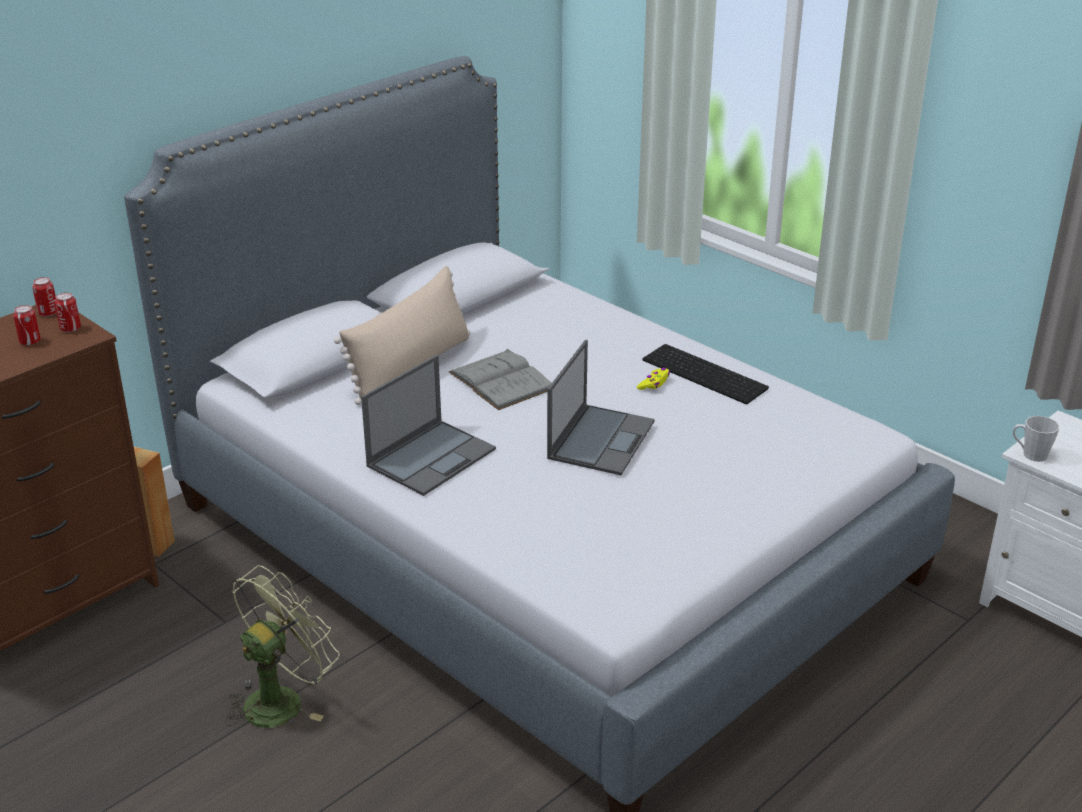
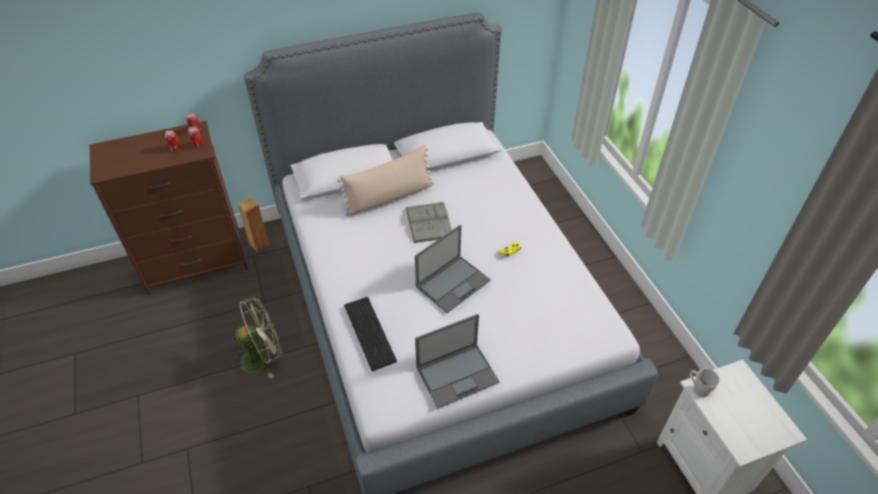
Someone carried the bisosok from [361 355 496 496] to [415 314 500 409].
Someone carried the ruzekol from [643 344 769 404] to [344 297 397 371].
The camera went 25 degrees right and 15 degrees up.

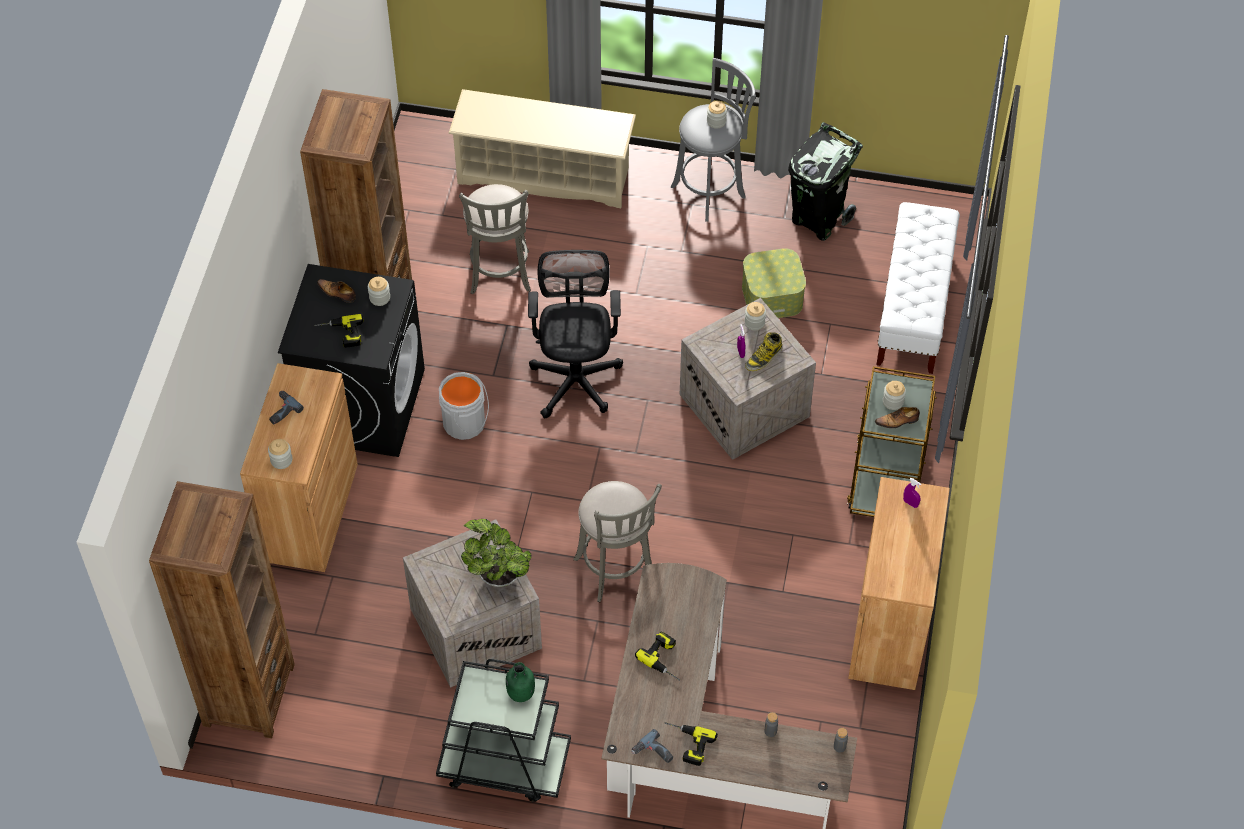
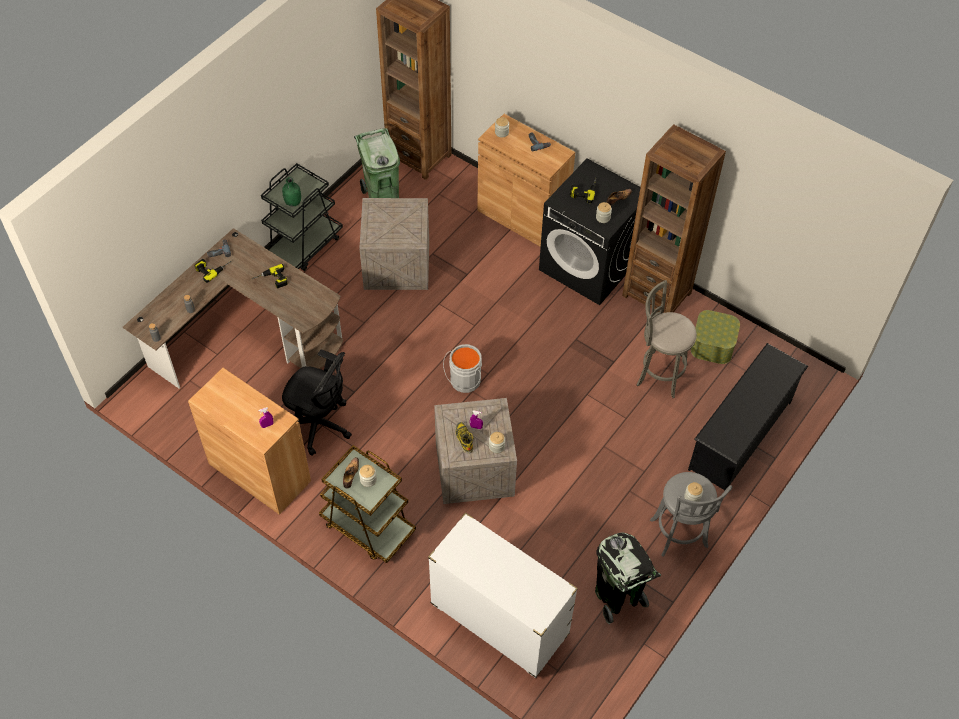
Someone took away the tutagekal at [461 519 532 587].
Someone took away the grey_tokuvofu at [573 481 662 602].
Someone put down the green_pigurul at [354 128 400 198].
Someone carried the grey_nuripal from [439 372 489 440] to [443 344 482 393].
Someone carried the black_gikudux from [528 250 623 418] to [282 349 352 456].
Someone carried the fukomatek from [742 248 806 318] to [691 310 740 364].
Someone swapped the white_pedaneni at [876 202 960 374] for the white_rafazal at [428 512 578 678].
Someone repainted the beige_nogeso at [448 89 636 208], which became the black_nogeso at [688 343 808 490].
The camera went 115 degrees right and 0 degrees up.

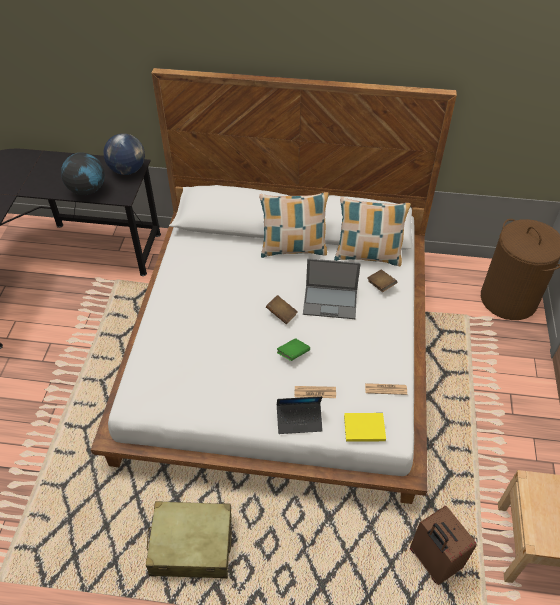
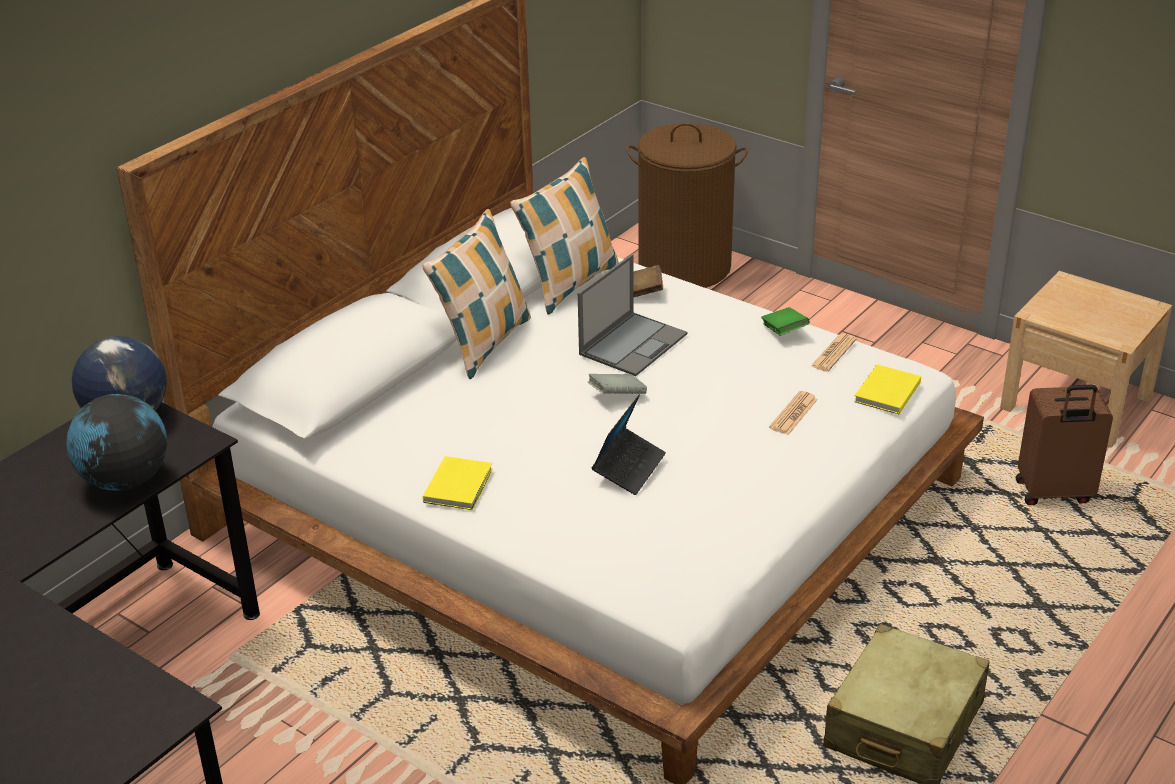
Someone put down the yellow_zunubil at [423 456 493 510].
Someone carried the green_zunubil from [277 338 310 361] to [761 307 810 336].
Someone carried the bisosok from [277 396 323 434] to [592 394 666 495].
Someone repainted the brown_zunubil at [266 295 298 324], which became the grey_zunubil at [588 374 647 394].
The camera went 60 degrees left and 15 degrees down.

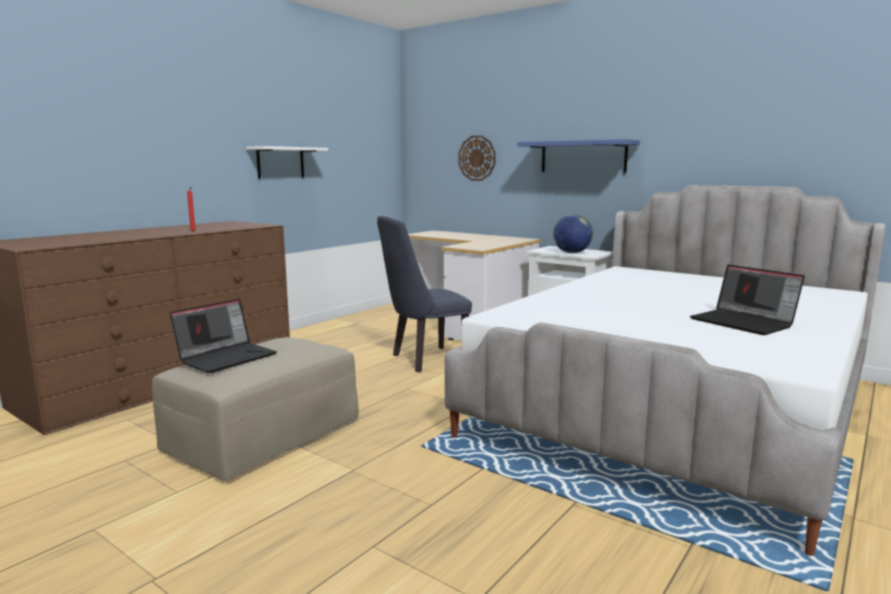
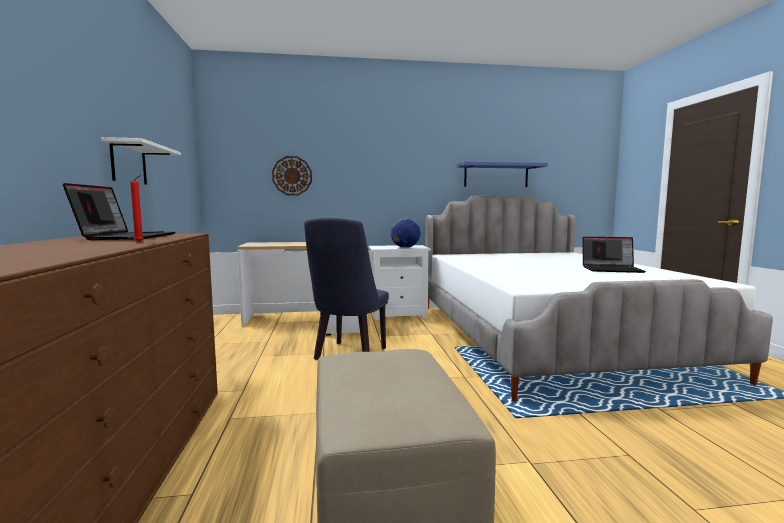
Someone carried the bisosok from [170 299 277 373] to [63 183 175 240].
Someone carried the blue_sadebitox from [517 139 640 173] to [457 161 548 187].
The camera went 45 degrees left and 5 degrees down.

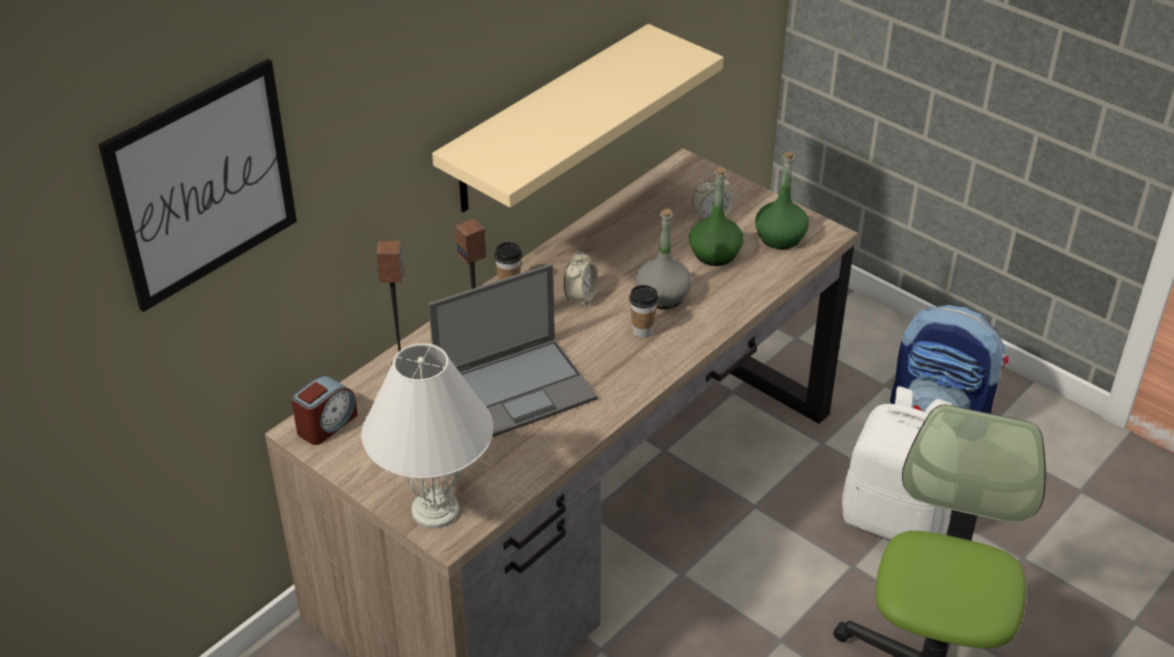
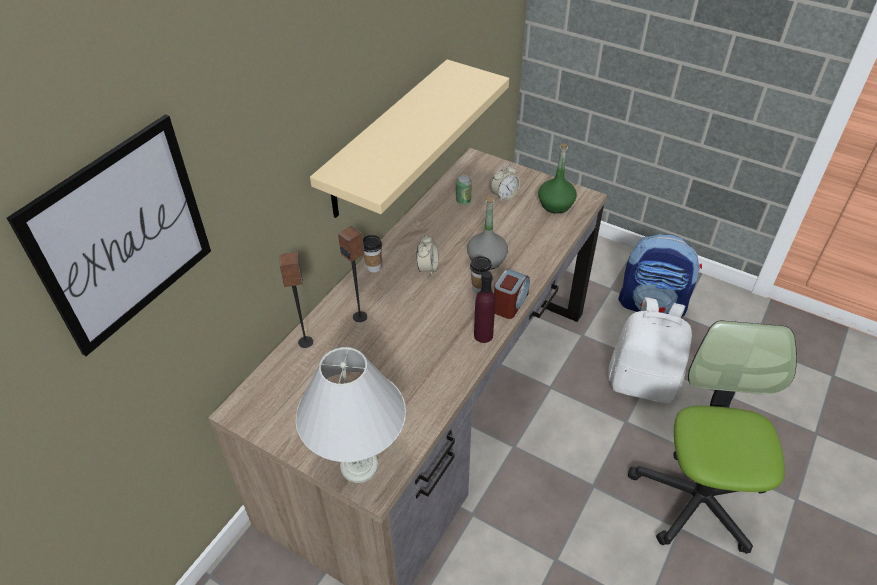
Someone took away the bisosok at [428 263 598 437].
Someone took away the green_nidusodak at [689 167 743 266].
Someone put down the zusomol at [456 175 472 205].
Someone put down the purple_nidusodak at [474 271 495 343].
Someone carried the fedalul from [291 375 358 445] to [494 269 530 319].
The camera went 10 degrees left and 5 degrees up.

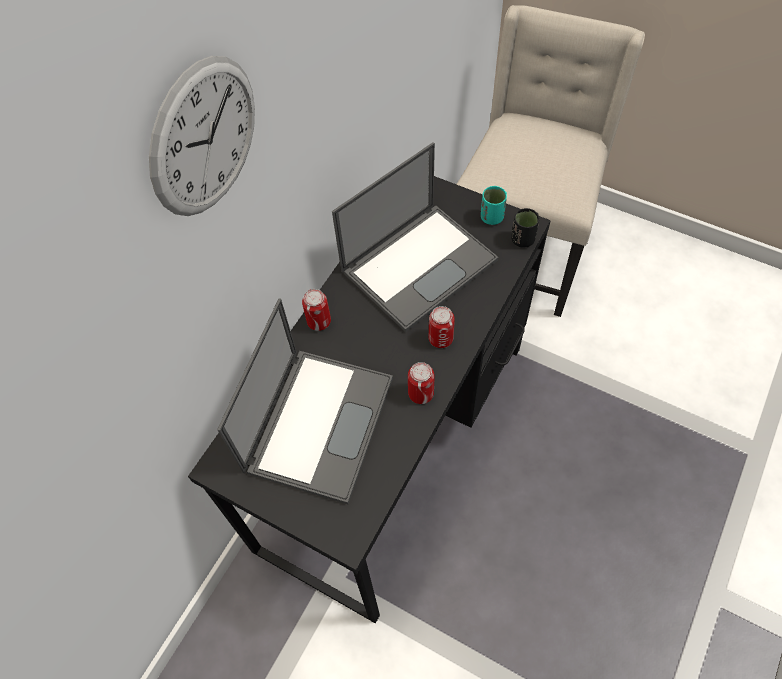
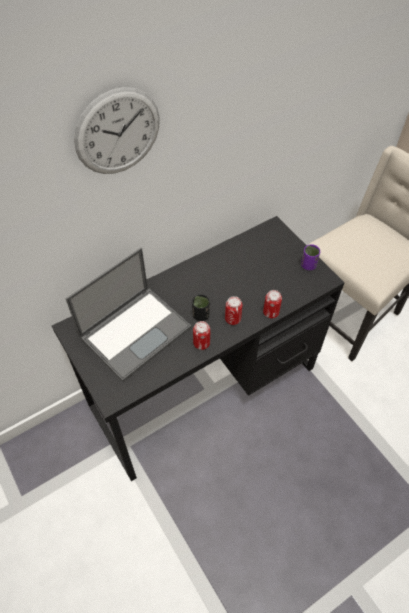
Someone took away the bisosok at [332 142 498 332].
Someone carried the zusomol from [302 289 331 331] to [263 290 282 318].
Someone carried the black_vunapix from [511 208 539 248] to [192 294 210 321].
Someone repainted the turquoise_vunapix at [481 186 507 225], which became the purple_vunapix at [301 244 320 270].
The camera went 25 degrees right and 5 degrees down.

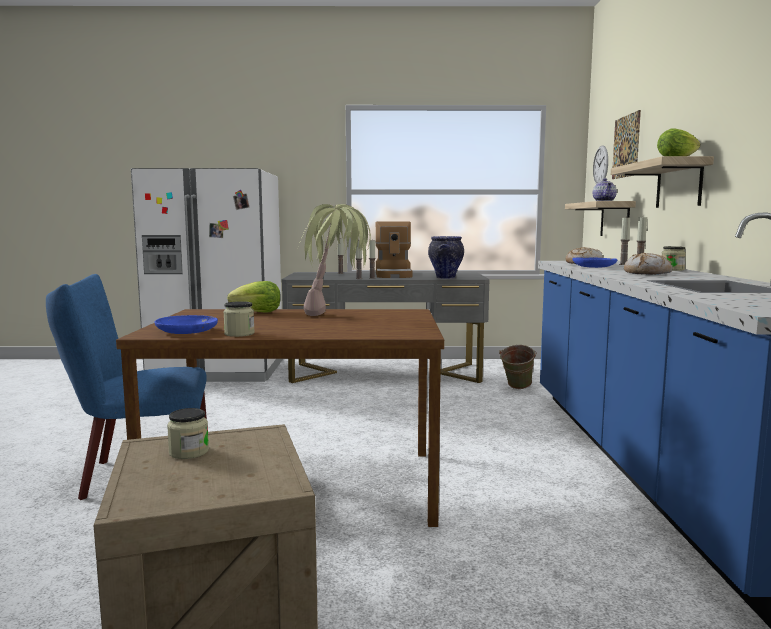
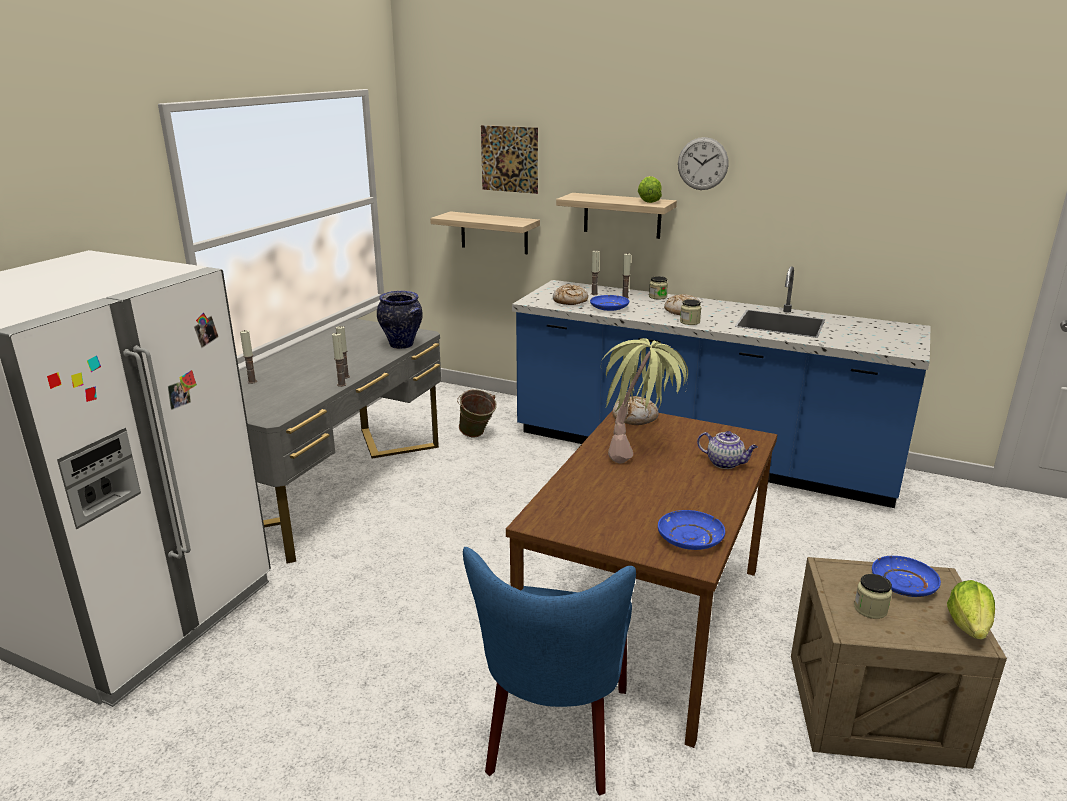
Someone took away the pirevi at [375 221 412 278].
Someone put down the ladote at [612 396 659 425].
Someone put down the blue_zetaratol at [872 556 941 597].
Someone carried the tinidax from [223 301 255 337] to [680 299 701 325].
Someone carried the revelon from [227 281 281 313] to [947 580 995 640].
Someone carried the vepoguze from [592 178 617 201] to [697 431 758 469].
Someone carried the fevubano from [593 145 608 184] to [678 137 729 190].
The camera went 65 degrees left and 15 degrees up.

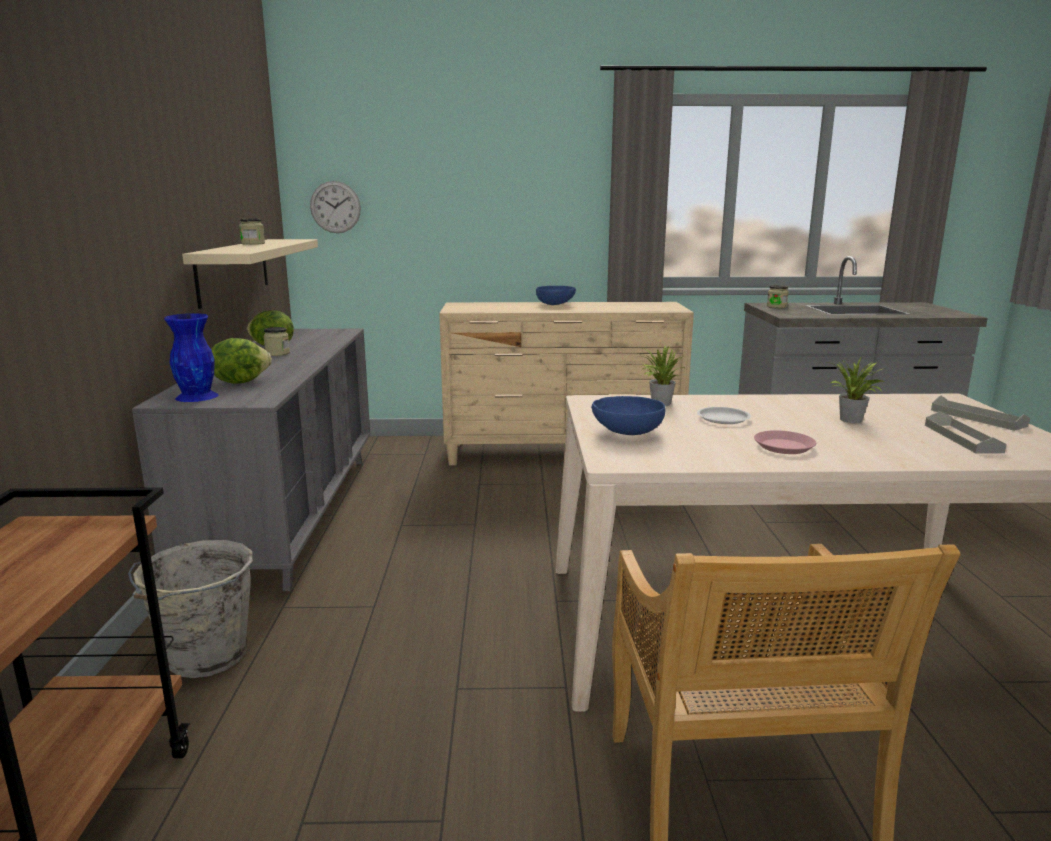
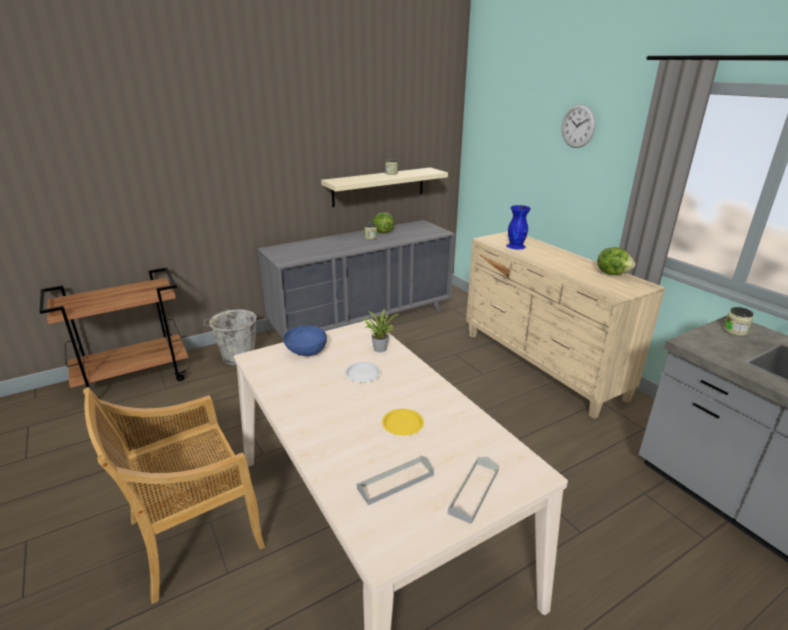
Someone took away the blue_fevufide at [536 286 576 305].
Someone took away the pink_zetaratol at [754 430 816 454].
Someone carried the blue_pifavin from [164 313 218 402] to [506 205 531 249].
Someone carried the revelon from [211 338 272 384] to [597 247 635 275].
Someone carried the fevubano from [310 181 361 233] to [562 104 596 148].
Someone swapped the tutagekal at [827 358 886 423] for the yellow_zetaratol at [382 409 424 436].
The camera went 60 degrees right and 10 degrees up.

